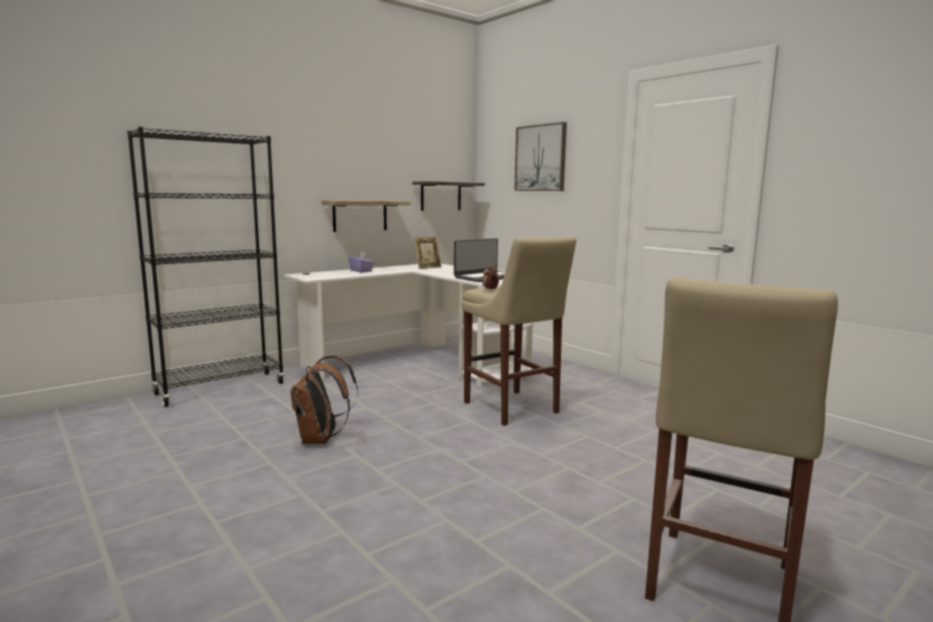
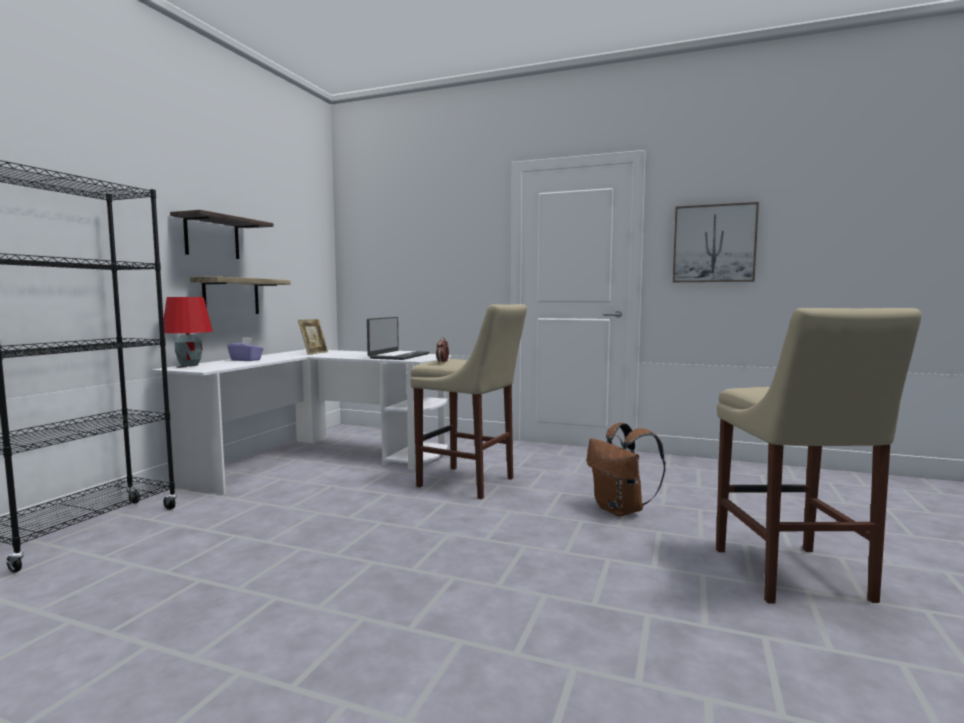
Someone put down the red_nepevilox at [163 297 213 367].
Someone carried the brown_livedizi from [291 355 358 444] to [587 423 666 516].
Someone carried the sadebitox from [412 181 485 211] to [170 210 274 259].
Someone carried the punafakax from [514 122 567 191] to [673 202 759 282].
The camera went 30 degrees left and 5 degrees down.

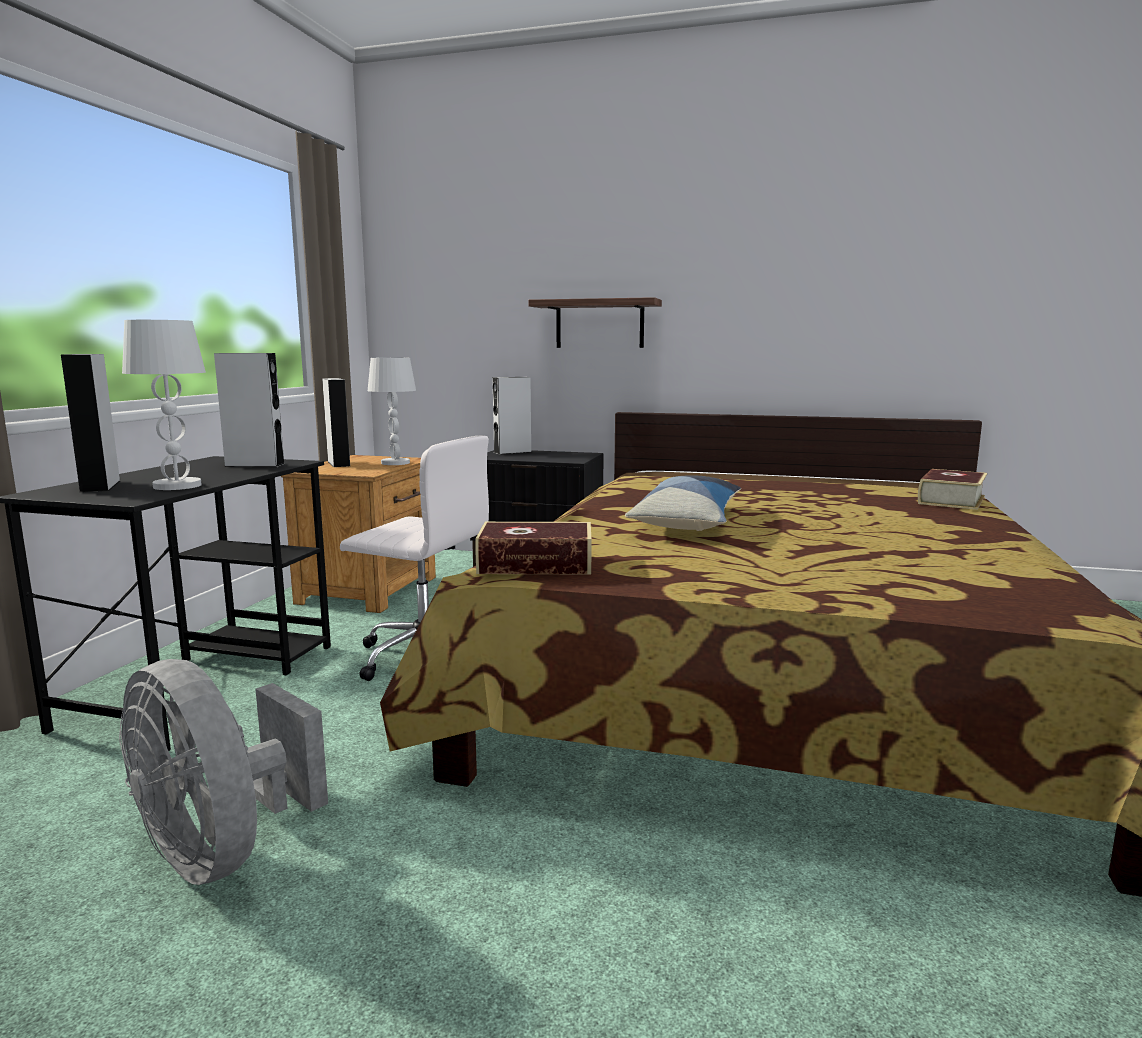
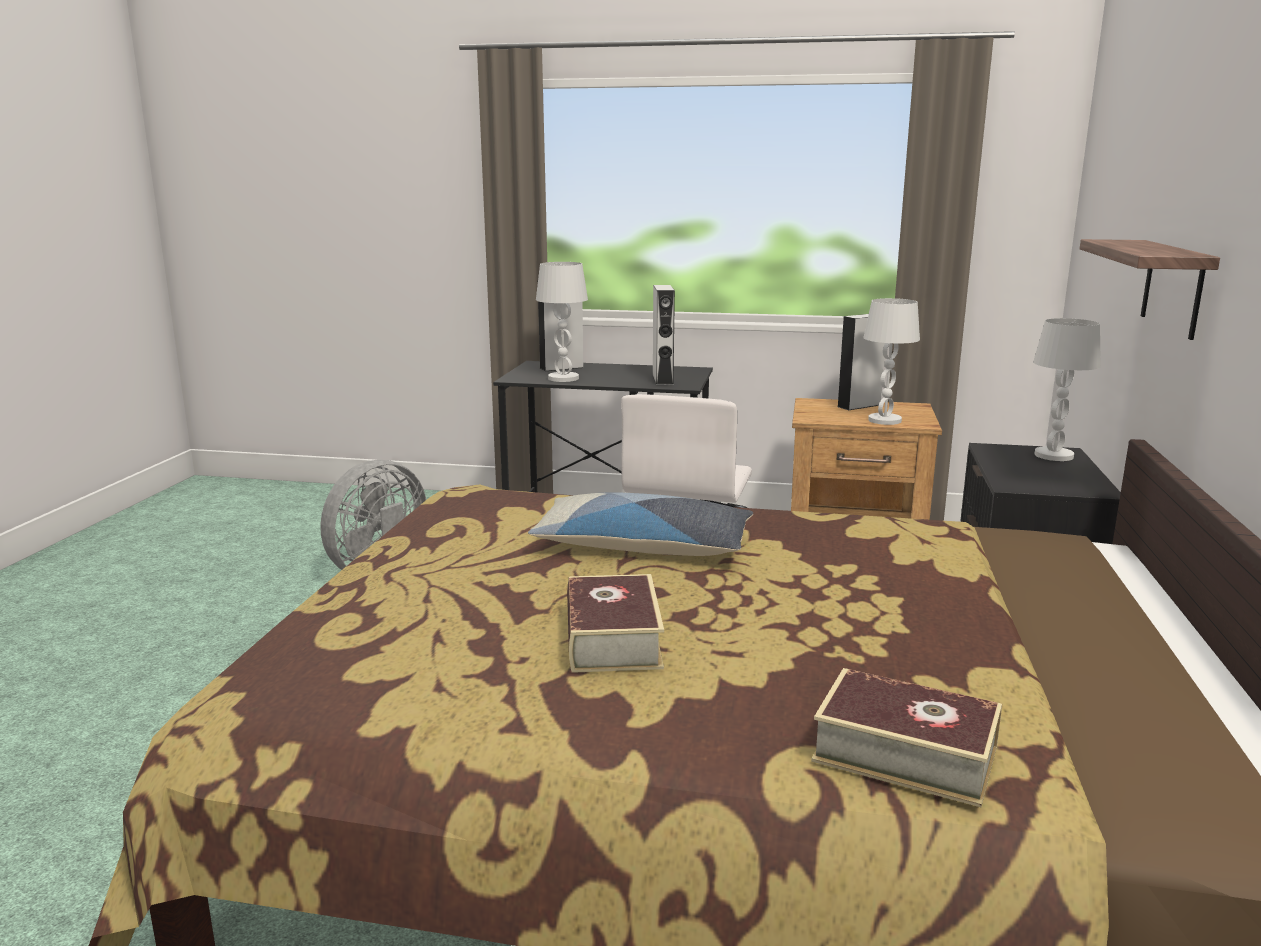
Someone carried the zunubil from [475 522 591 574] to [567 574 664 673].
Someone swapped the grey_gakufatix at [493 377 531 454] for the white_nepevilox at [1033 318 1101 461].
The camera went 85 degrees right and 5 degrees up.

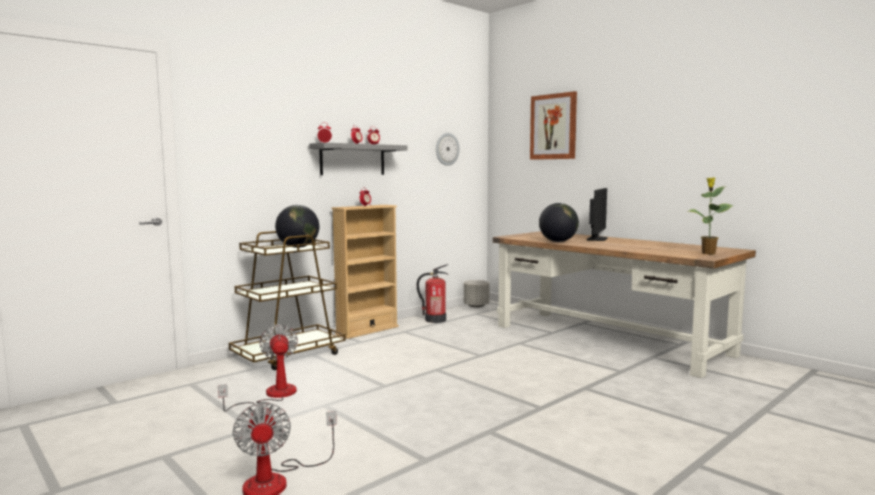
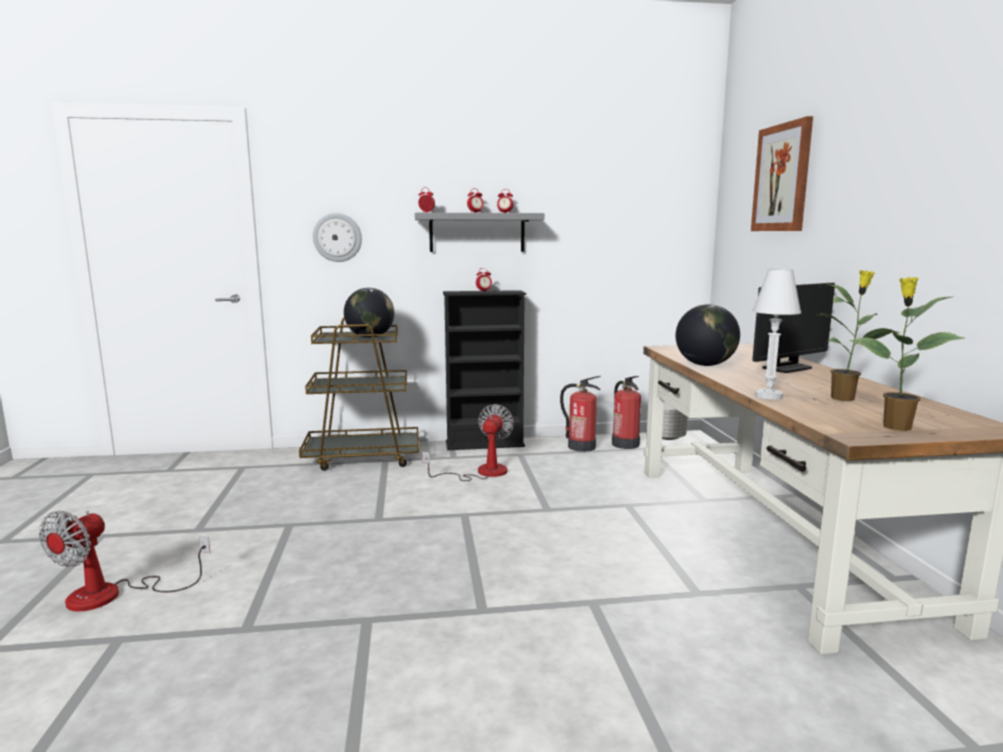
Someone put down the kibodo at [612 376 641 449].
Someone put down the white_nepevilox at [752 269 801 400].
Someone put down the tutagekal at [818 270 901 401].
Someone carried the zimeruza from [218 324 298 412] to [422 404 514 481].
Someone carried the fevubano from [436 133 459 166] to [313 213 362 262].
Someone repainted the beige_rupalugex at [332 205 399 339], which became the black_rupalugex at [443 290 526 450].
The camera went 35 degrees right and 5 degrees up.

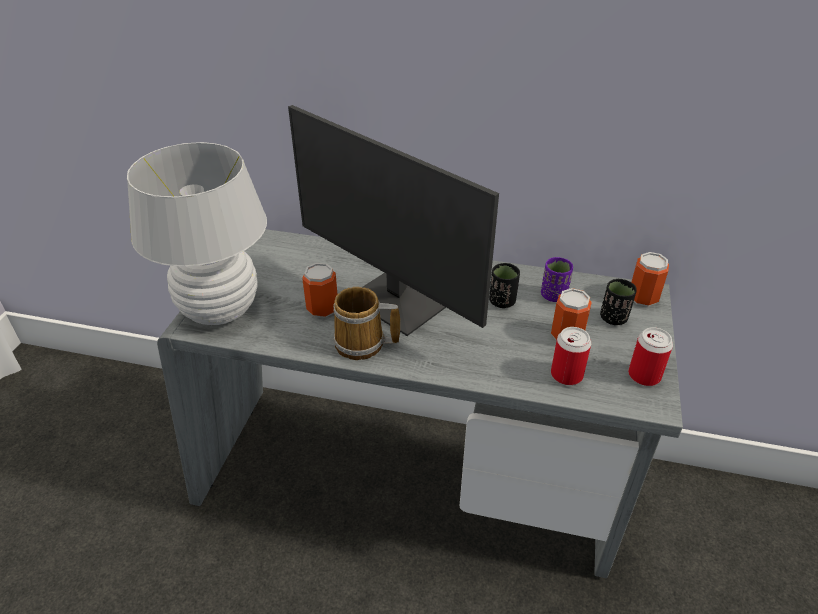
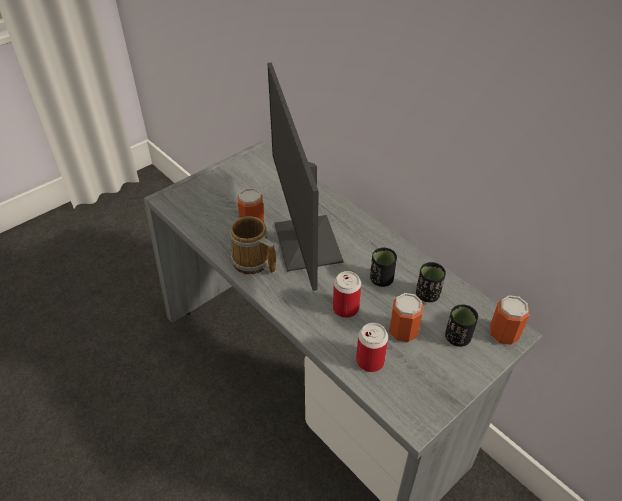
Someone took away the white_nepevilox at [127 142 267 325].
Someone carried the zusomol from [628 327 673 386] to [333 271 361 318].
Someone repainted the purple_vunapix at [541 257 573 302], which became the black_vunapix at [416 262 446 302].
The camera went 35 degrees right and 5 degrees up.

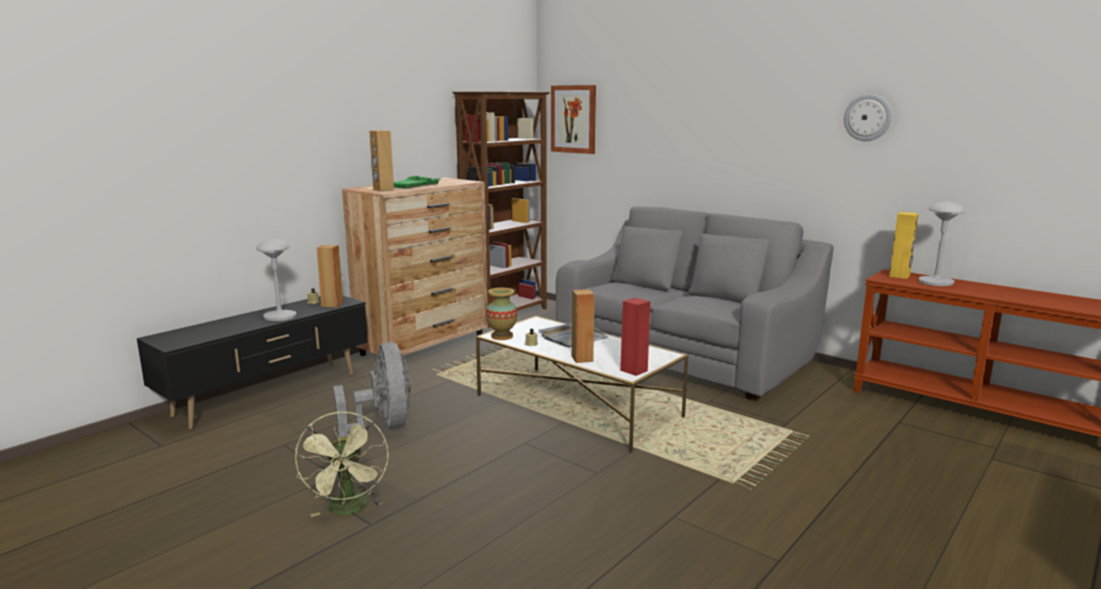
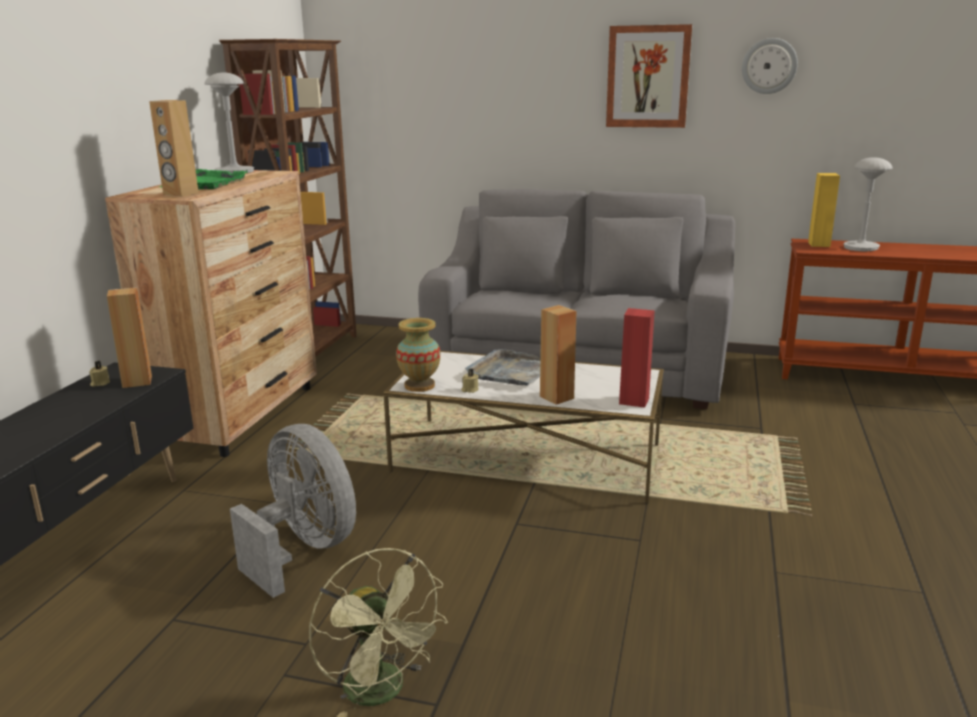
Someone carried the grey_nepevilox from [256 239 296 321] to [204 72 254 173].
Someone carried the punafakax from [551 85 596 154] to [606 24 692 128].
The camera went 25 degrees left and 5 degrees up.

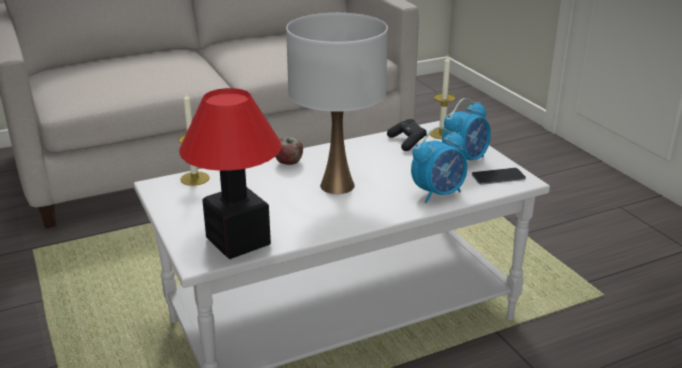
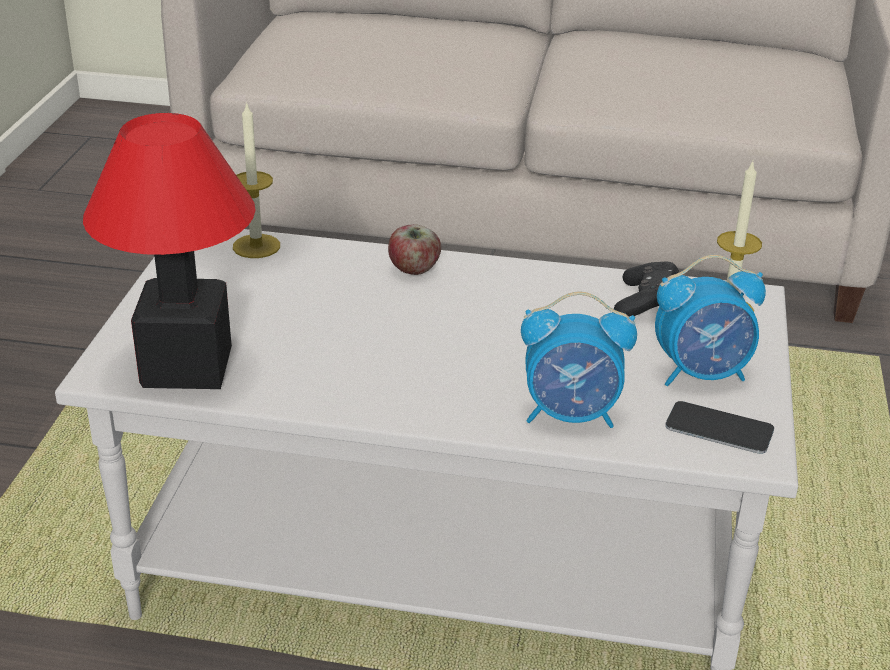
Someone took away the white_nepevilox at [286 13 388 194].
The camera went 35 degrees right and 5 degrees up.

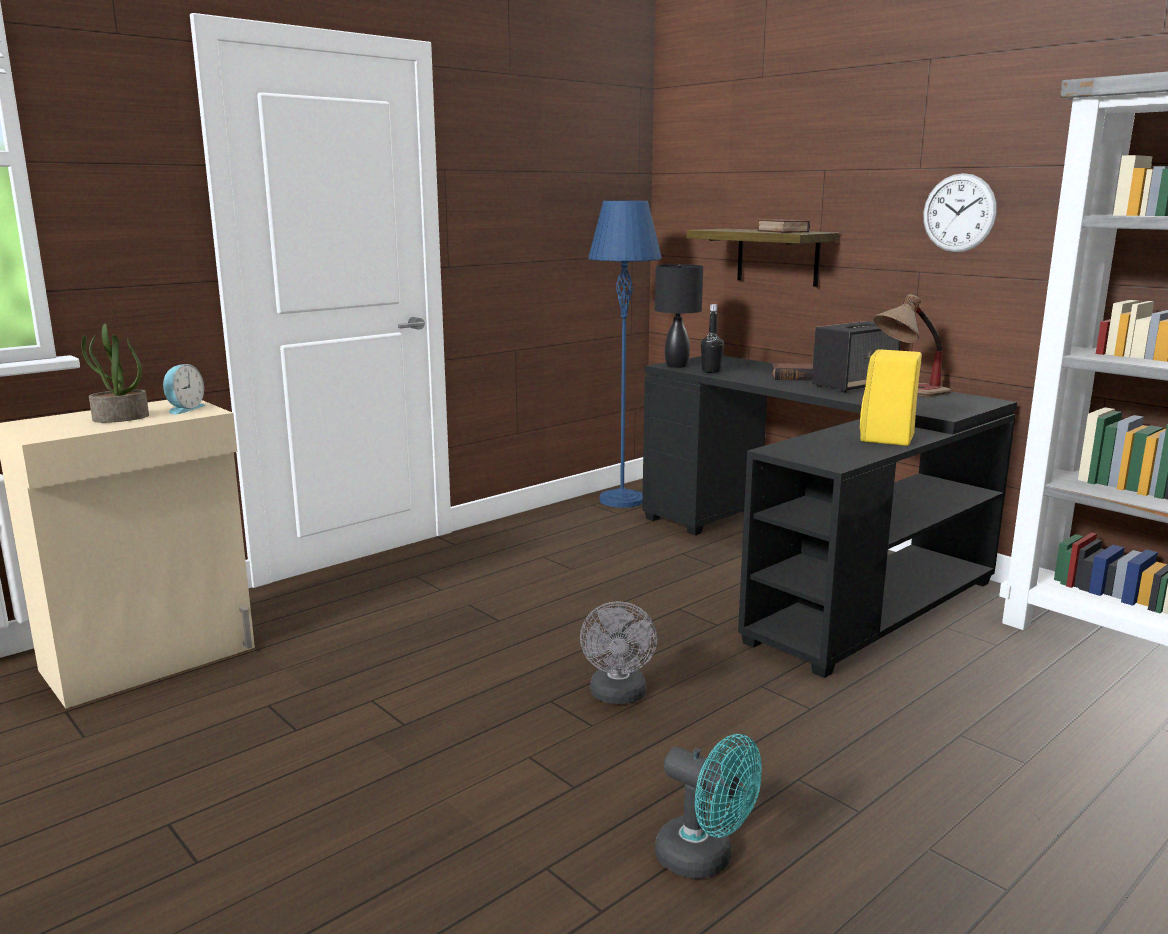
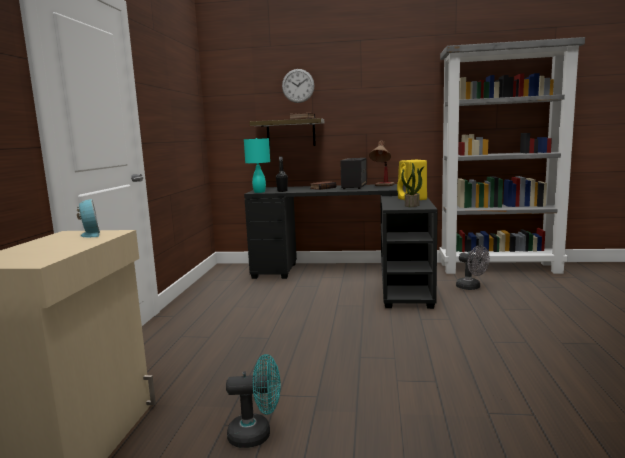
Someone took away the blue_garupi at [588 201 662 508].
Someone carried the tutagekal from [81 324 149 423] to [401 163 424 207].
Someone carried the grey_zimeruza from [580 601 657 704] to [456 246 490 290].
Someone carried the turquoise_zimeruza from [655 734 762 879] to [226 354 281 448].
Someone carried the fevubano from [923 173 997 252] to [282 69 314 103].
Someone repainted the black_nepevilox at [655 264 703 368], which became the turquoise_nepevilox at [244 138 270 193].
The camera went 40 degrees left and 5 degrees down.

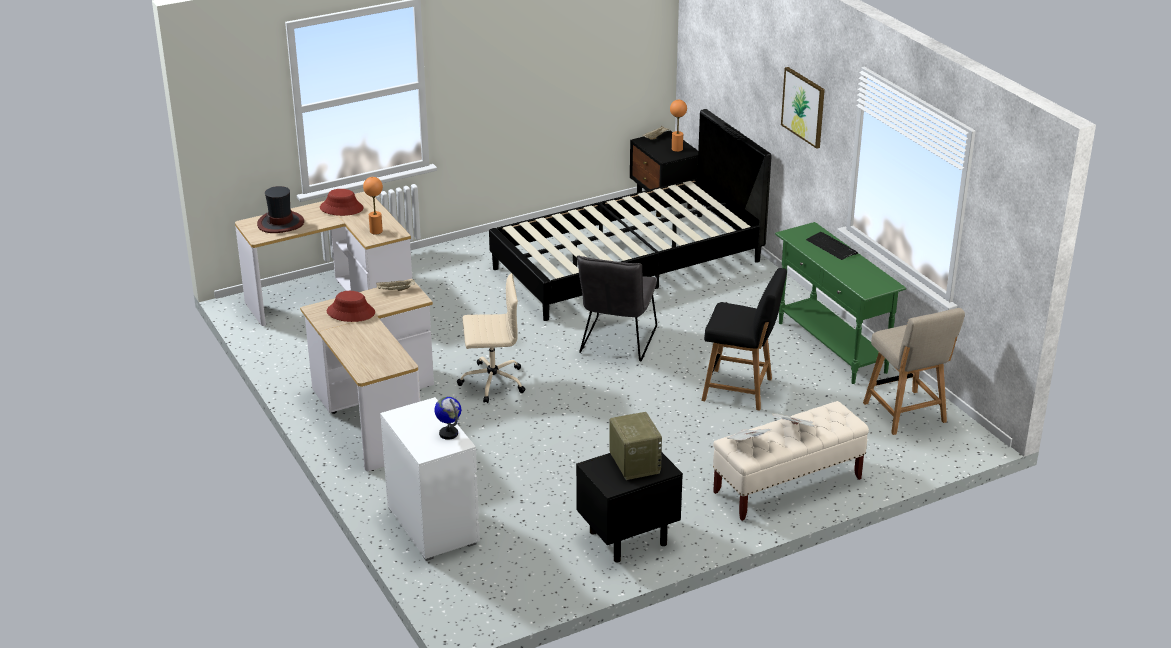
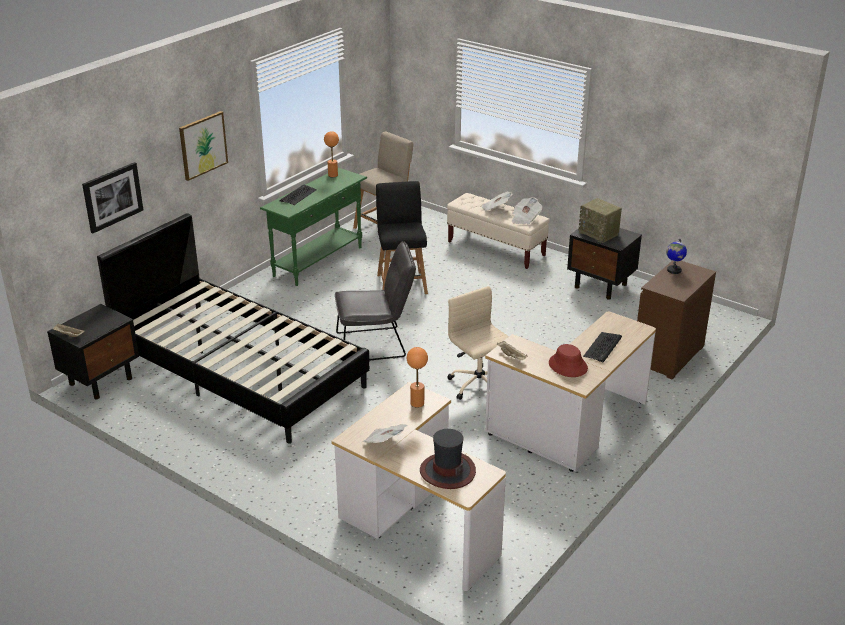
Someone put up the punafakax at [82 162 143 233].
Someone put down the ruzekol at [583 332 622 362].
Someone carried the orange_nepevilox from [670 100 687 152] to [324 131 339 177].
Someone swapped the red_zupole at [320 189 364 216] for the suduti at [363 424 407 443].
Someone repainted the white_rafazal at [380 397 480 561], which became the brown_rafazal at [637 261 716 379].
Someone rotated the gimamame at [609 412 662 480] by 90 degrees counterclockwise.
The camera went 115 degrees left and 0 degrees up.

